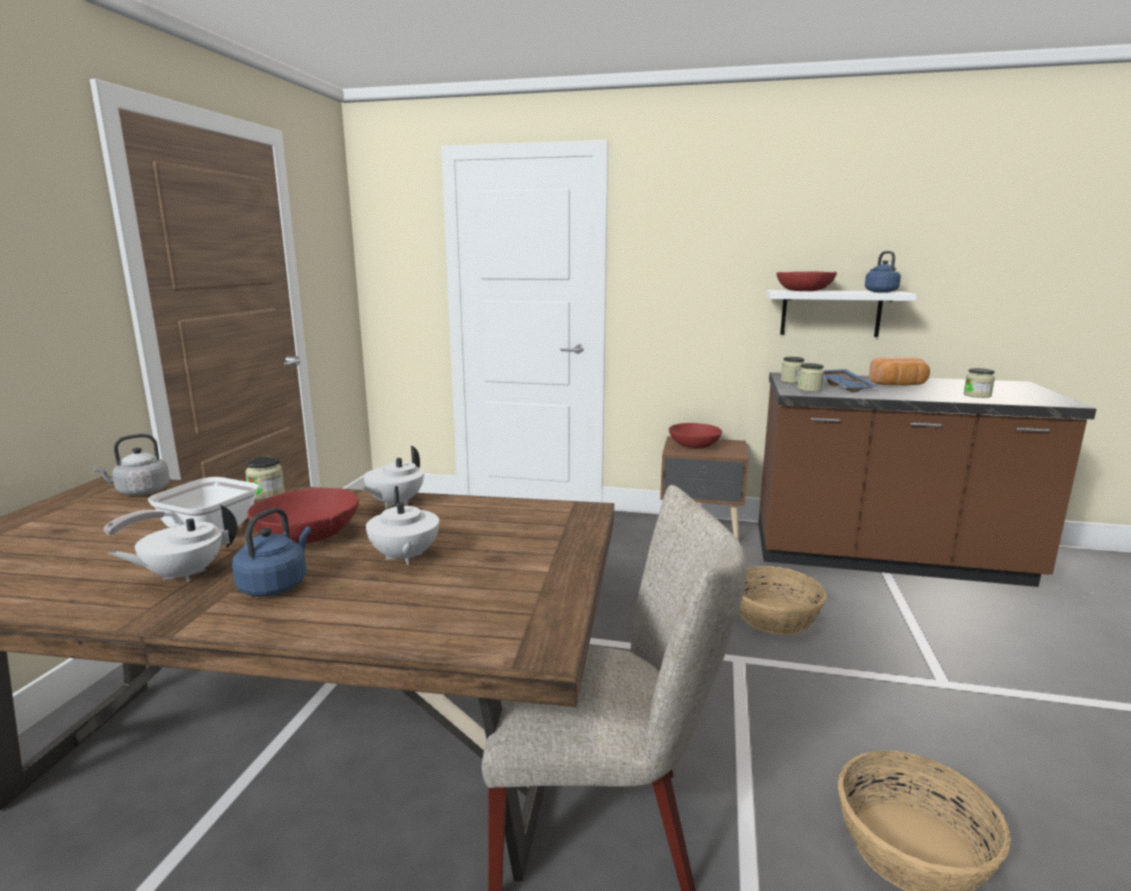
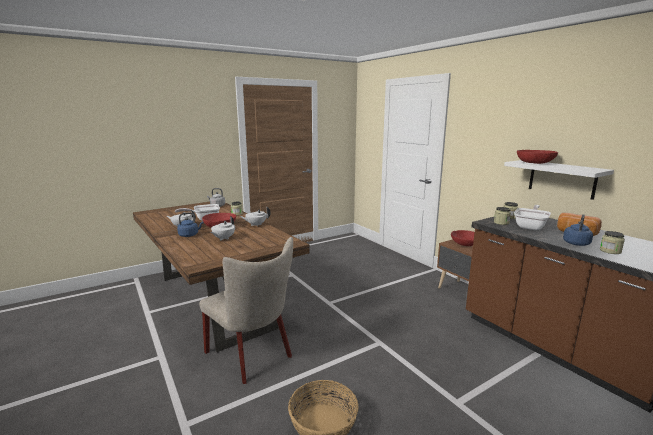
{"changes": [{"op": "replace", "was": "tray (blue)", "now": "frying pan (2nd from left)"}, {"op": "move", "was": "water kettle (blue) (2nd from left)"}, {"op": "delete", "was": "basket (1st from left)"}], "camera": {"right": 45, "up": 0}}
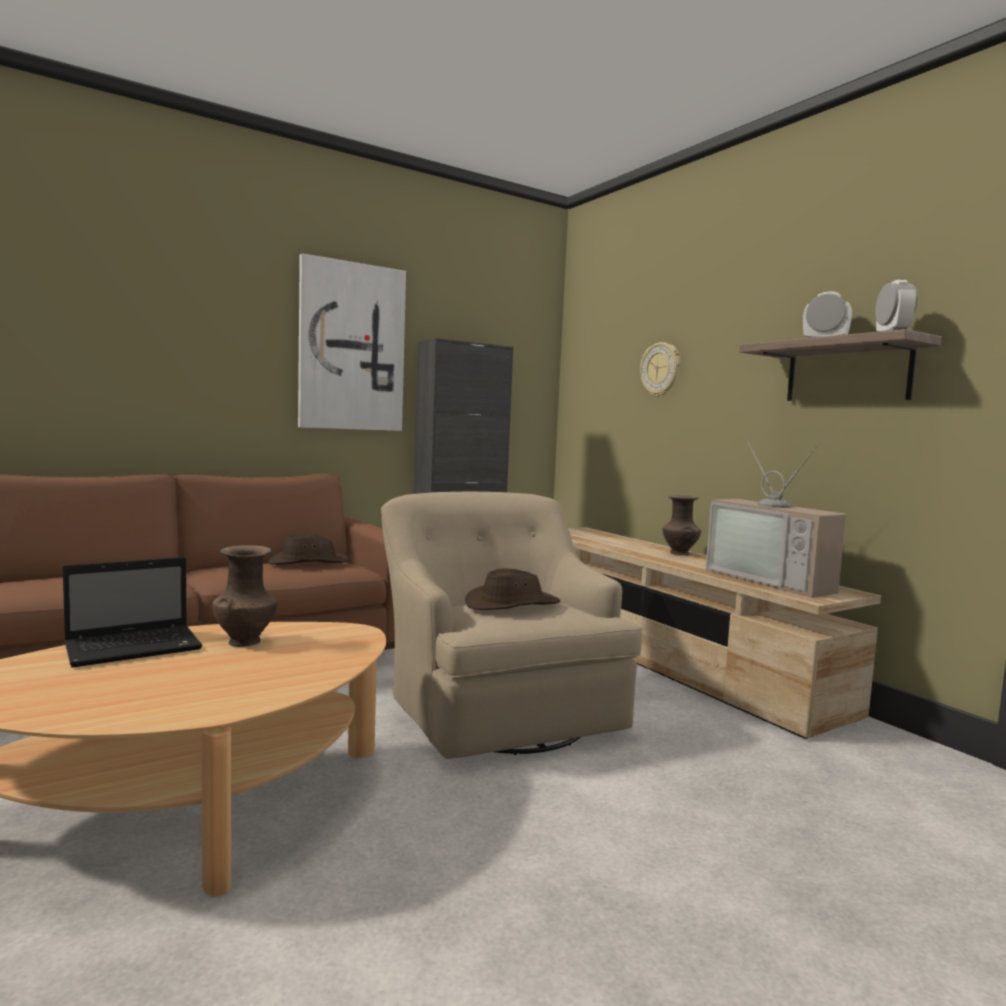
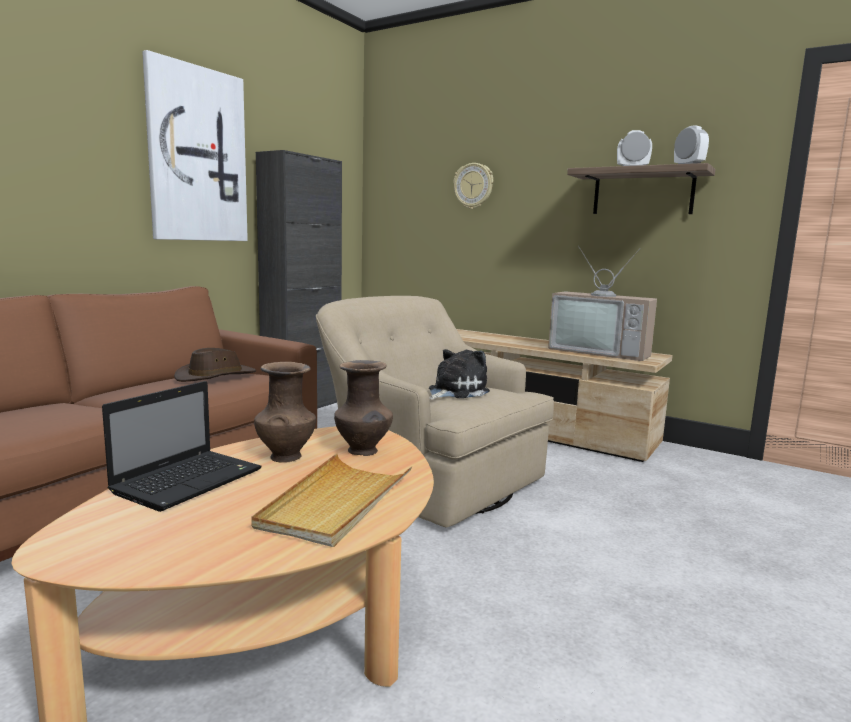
{"changes": [{"op": "insert", "now": "tray (beige-coloured)"}, {"op": "move", "was": "flower vase (brownish) (2nd from left)"}, {"op": "replace", "was": "wearable hat (brownish) (2nd from left)", "now": "plush toy"}], "camera": {"right": -25, "up": 5}}
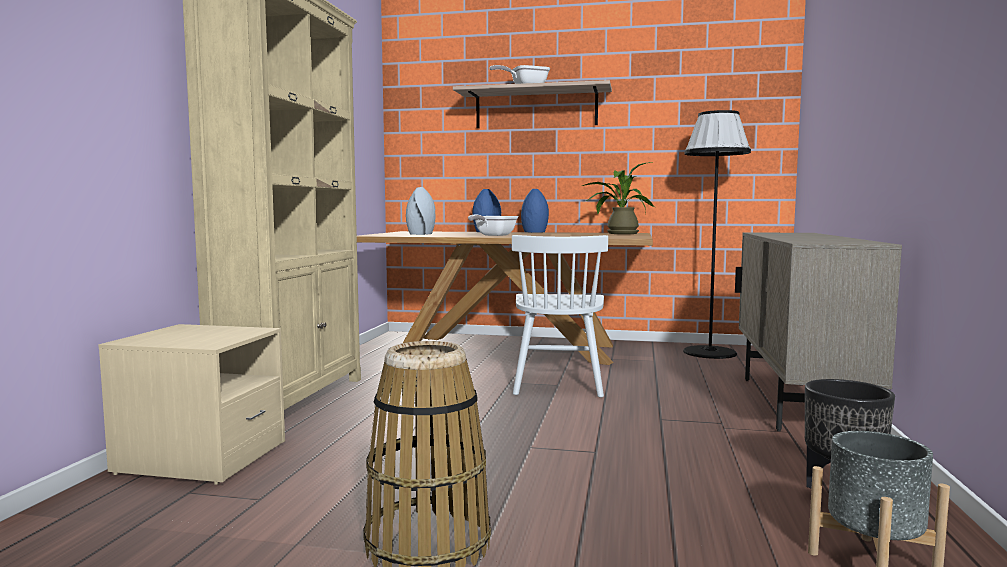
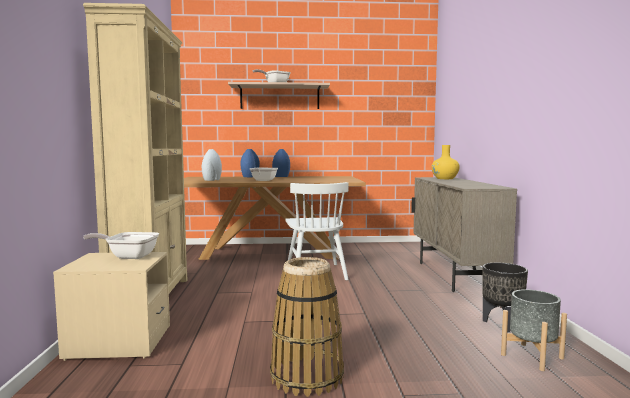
{"changes": [{"op": "insert", "now": "frying pan (1st from left)"}, {"op": "insert", "now": "flower vase (yellow-coloured)"}, {"op": "delete", "was": "houseplant"}, {"op": "delete", "was": "standing lamp (black-coloured)"}], "camera": {"right": -15, "up": 0}}
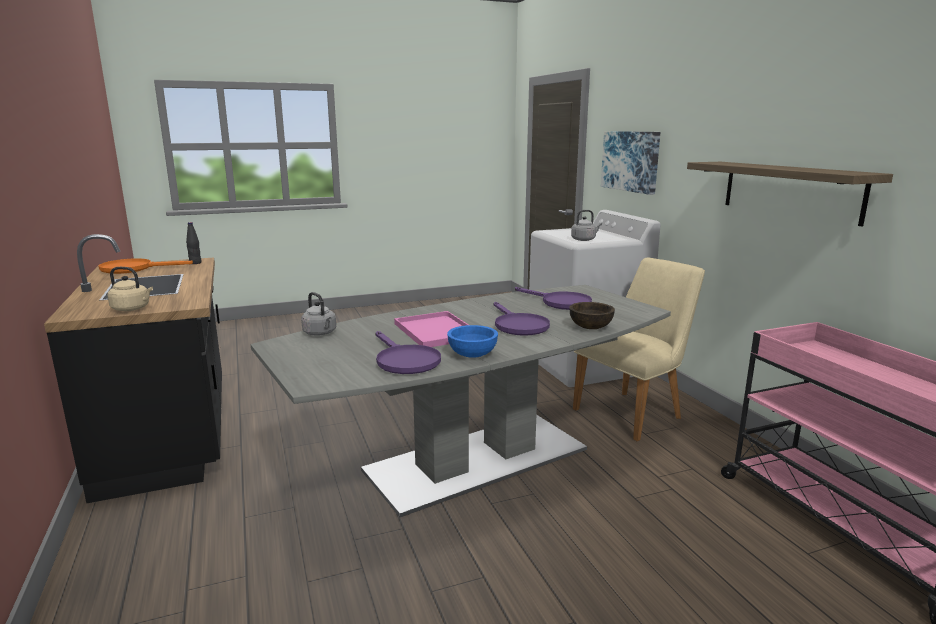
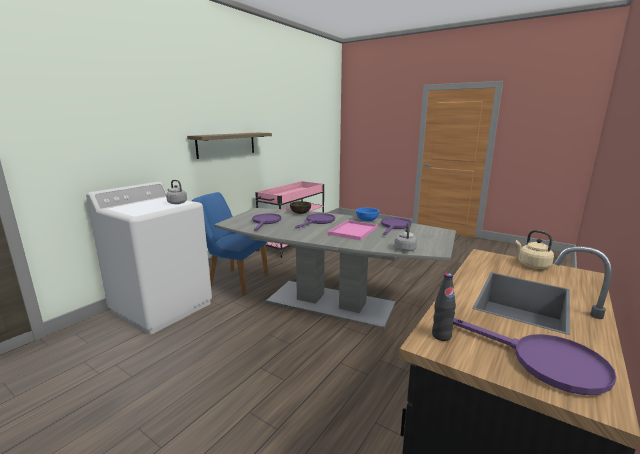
{"changes": [{"op": "recolor", "was": "plain chair (beige-coloured)", "now": "plain chair (blue)"}, {"op": "recolor", "was": "frying pan (orangey)", "now": "frying pan (purplish) (4th from left)"}, {"op": "delete", "was": "wall art"}], "camera": {"right": -125, "up": 0}}
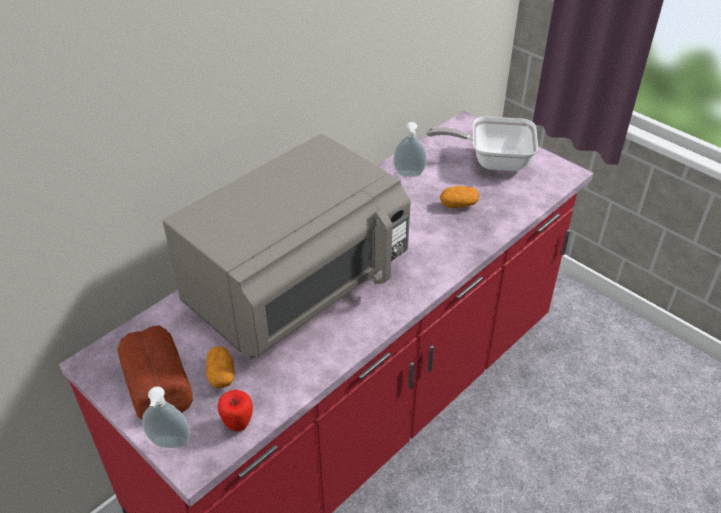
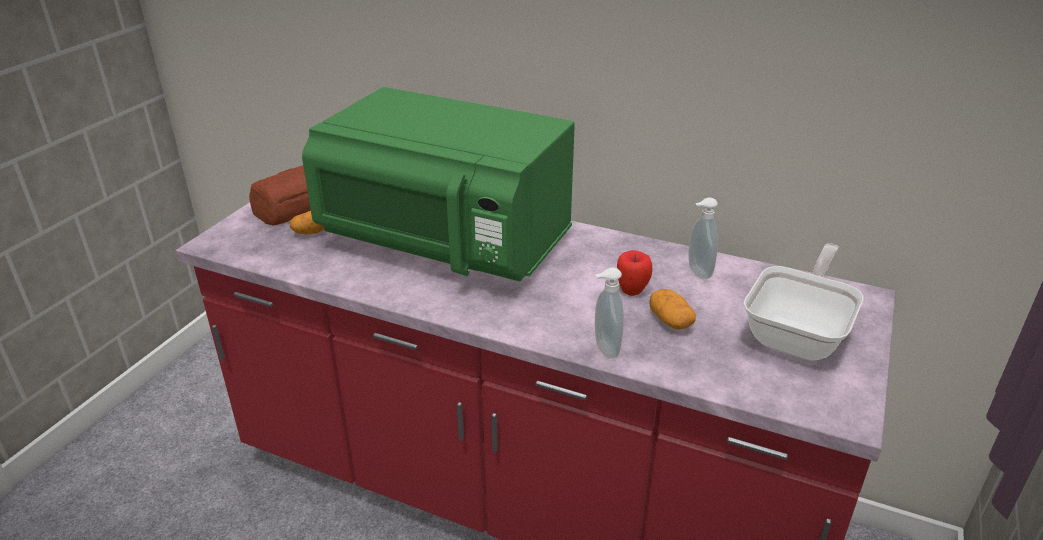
{"changes": [{"op": "recolor", "was": "kitchen microwave (greyish)", "now": "kitchen microwave (green-coloured)"}, {"op": "move", "was": "liquid soap bottle (1st from left)"}, {"op": "move", "was": "whole apple"}, {"op": "rotate", "was": "frying pan", "clockwise": 45}], "camera": {"right": 70, "up": -10}}
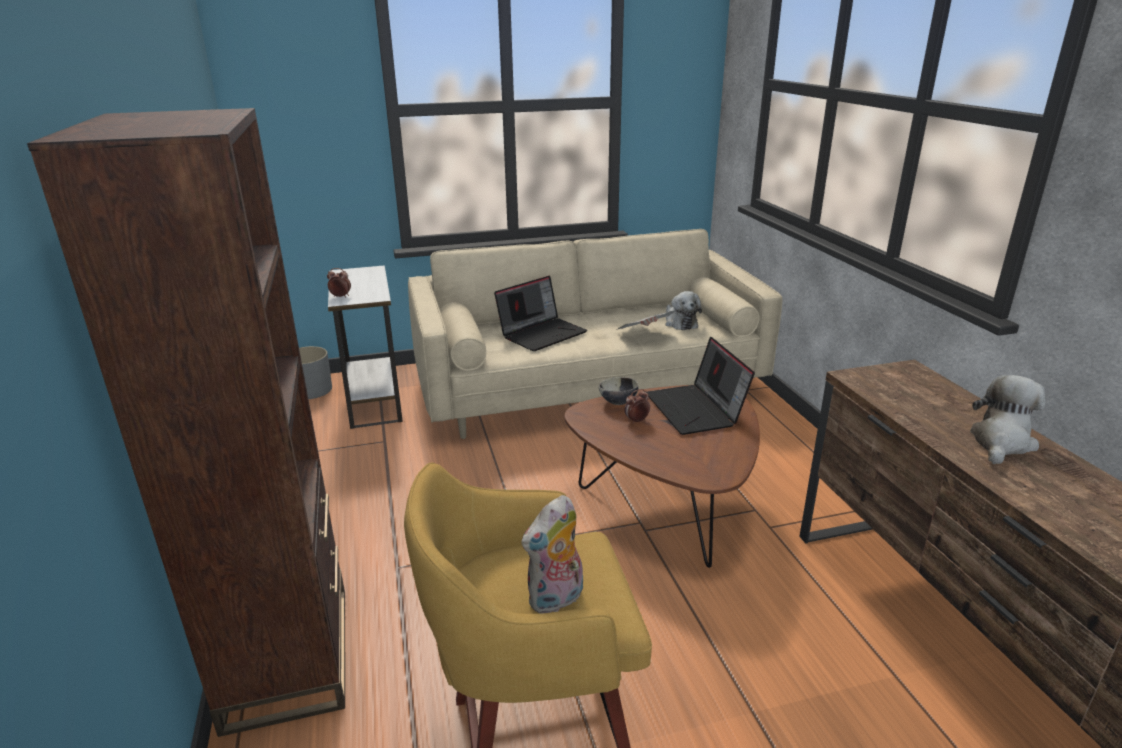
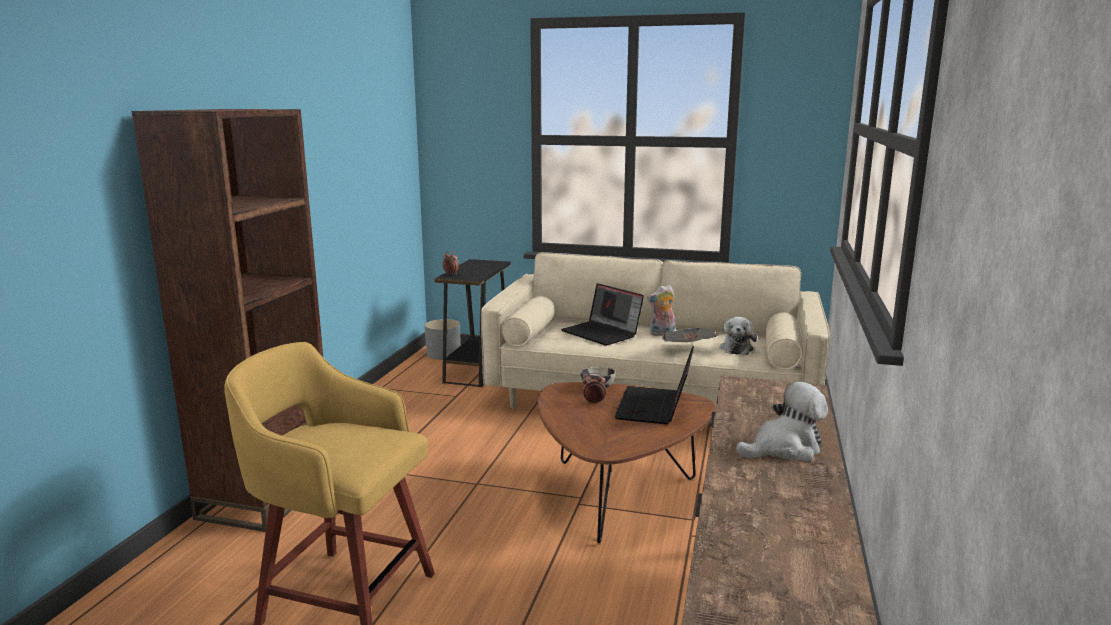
{"changes": [{"op": "recolor", "was": "accent table (white)", "now": "accent table (black-coloured)"}, {"op": "rotate", "was": "portable computer (1st from left)", "clockwise": 60}, {"op": "move", "was": "plush toy (1st from left)"}], "camera": {"right": 30, "up": -10}}
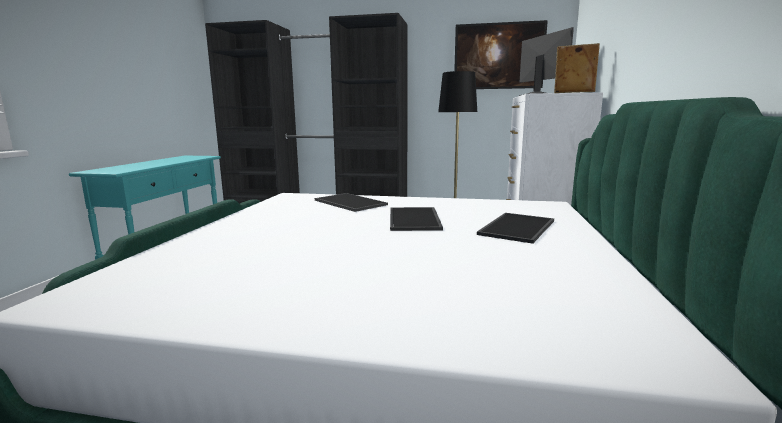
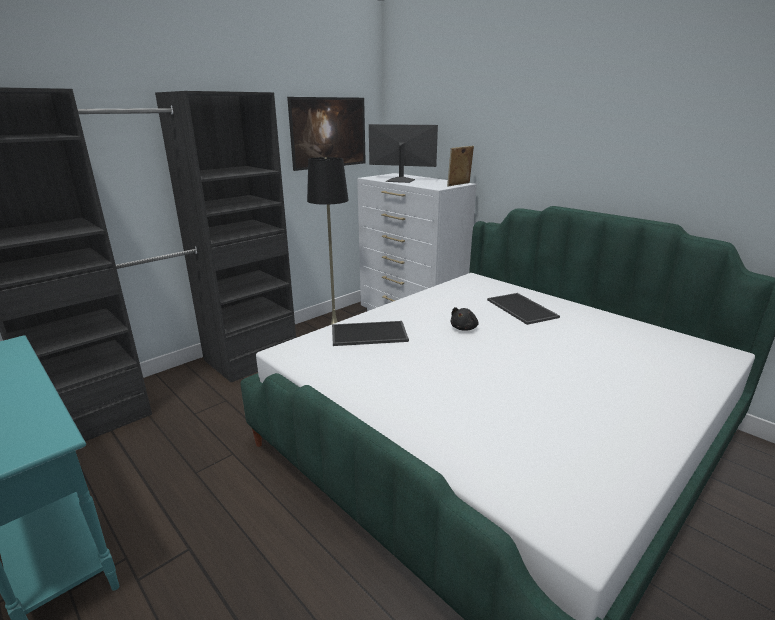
{"changes": [{"op": "replace", "was": "tray (2nd from left)", "now": "plush toy (black-coloured)"}], "camera": {"right": -55, "up": 10}}
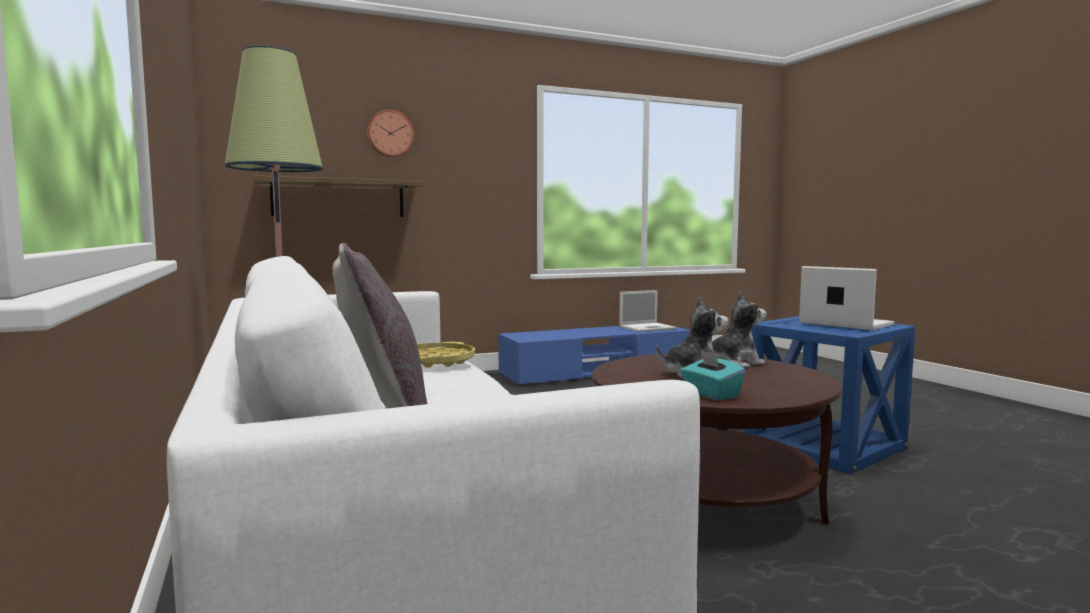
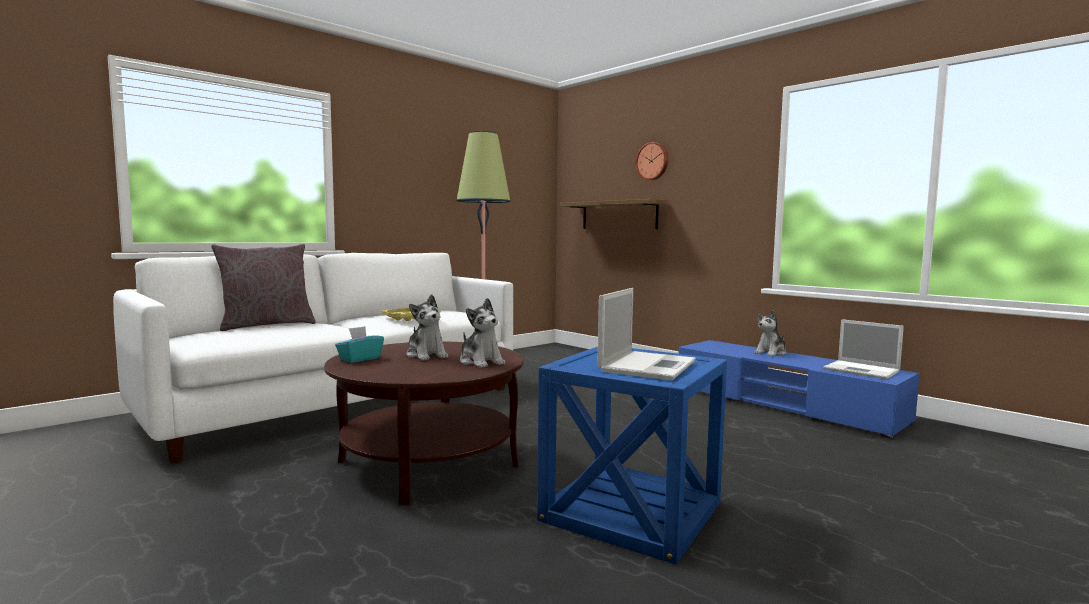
{"changes": [{"op": "insert", "now": "plush toy (3rd from left)"}], "camera": {"right": 70, "up": 0}}
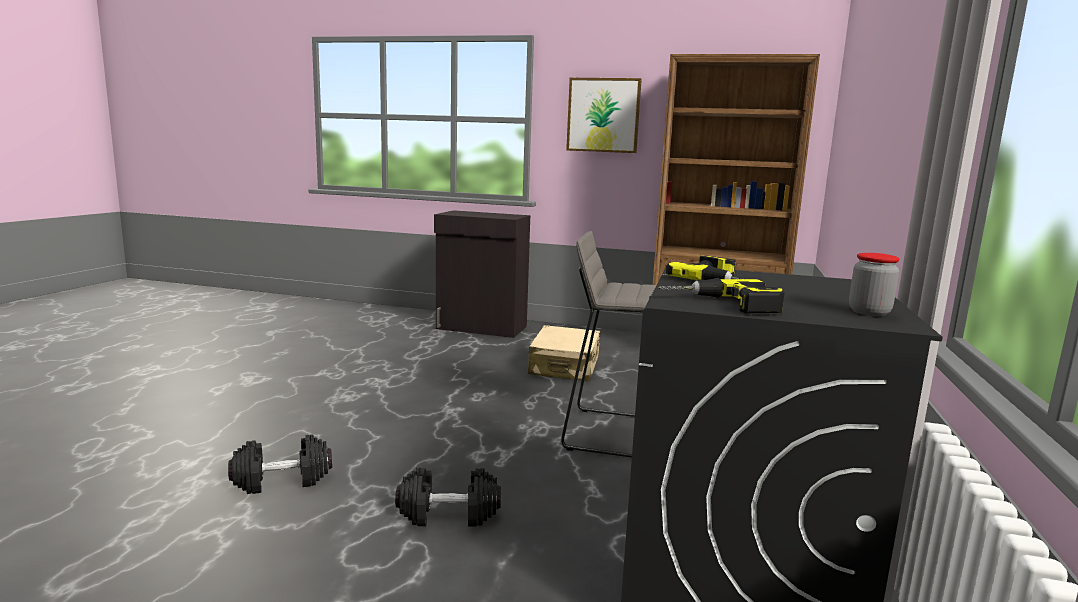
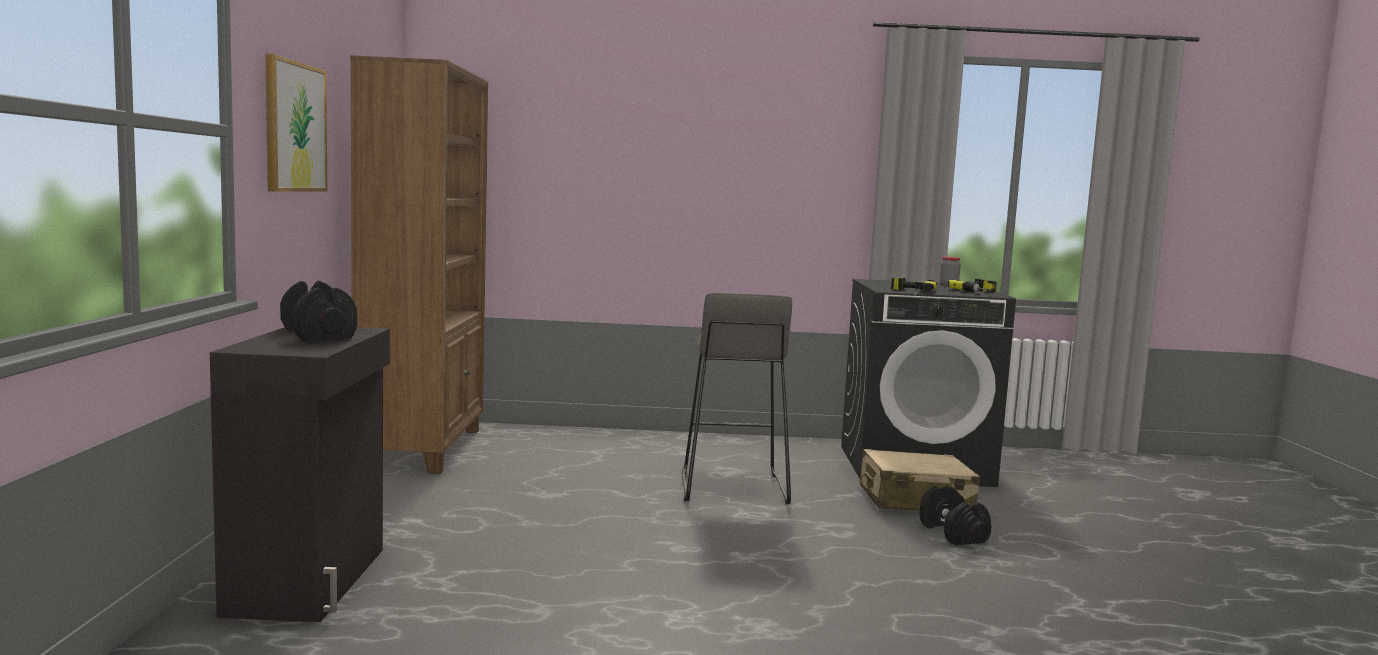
{"changes": [{"op": "move", "was": "free weight (black-coloured) (1st from left)"}, {"op": "move", "was": "travel case (beige-coloured)"}], "camera": {"right": -105, "up": -5}}
